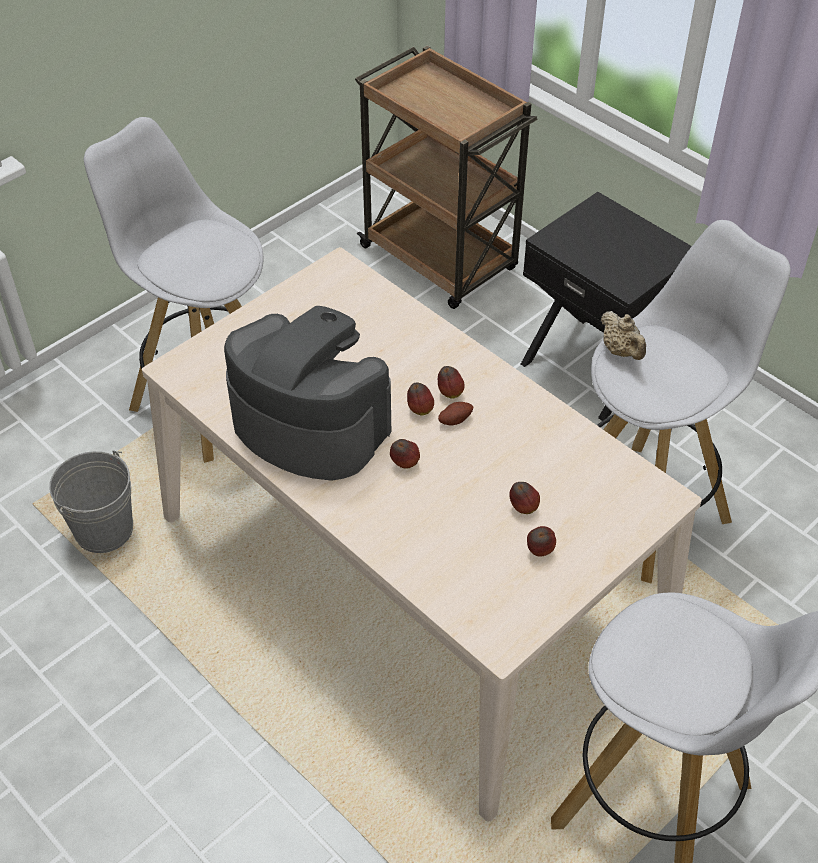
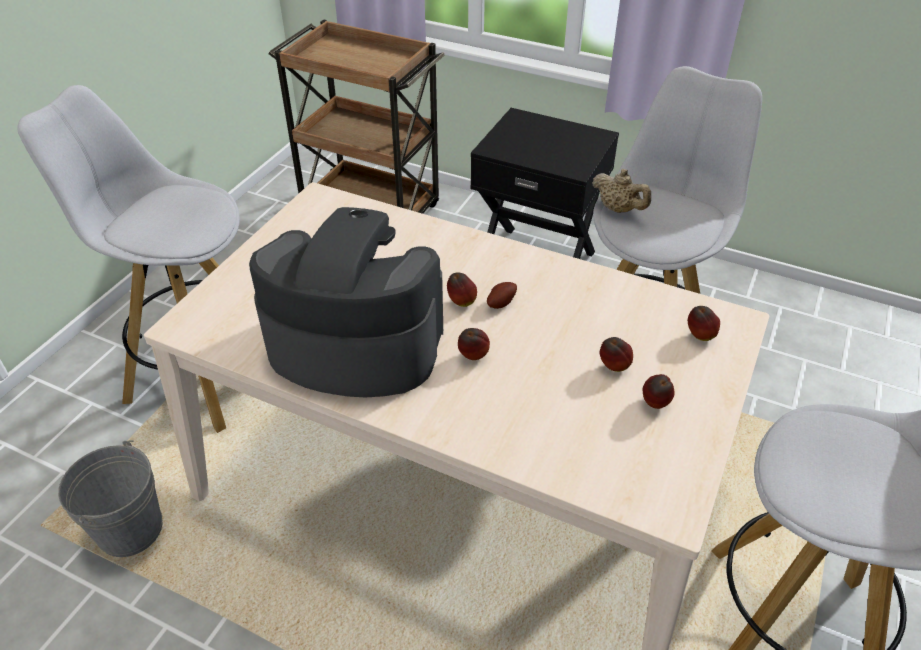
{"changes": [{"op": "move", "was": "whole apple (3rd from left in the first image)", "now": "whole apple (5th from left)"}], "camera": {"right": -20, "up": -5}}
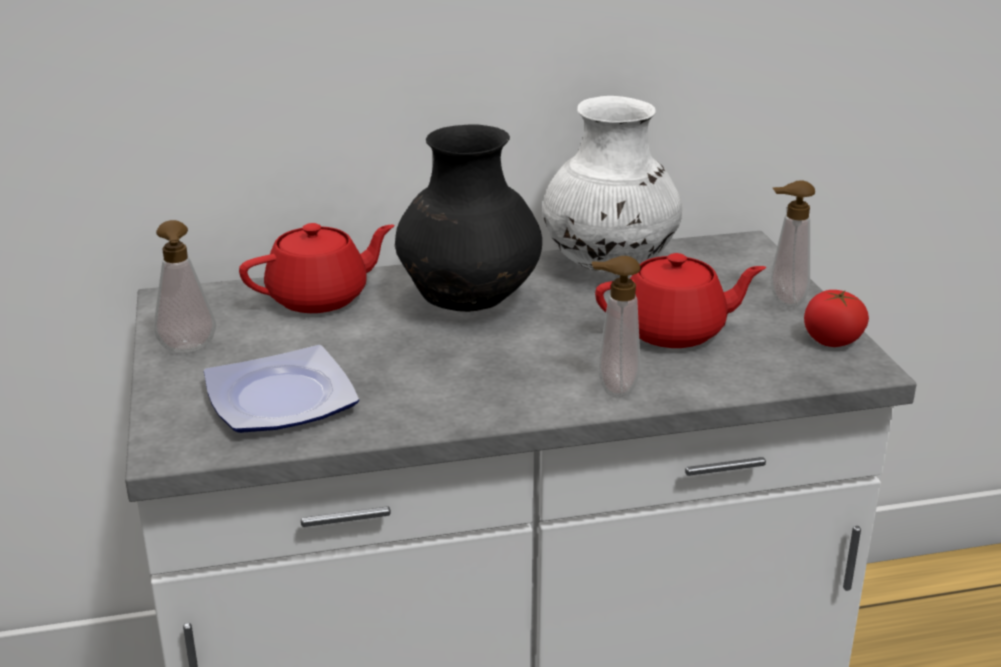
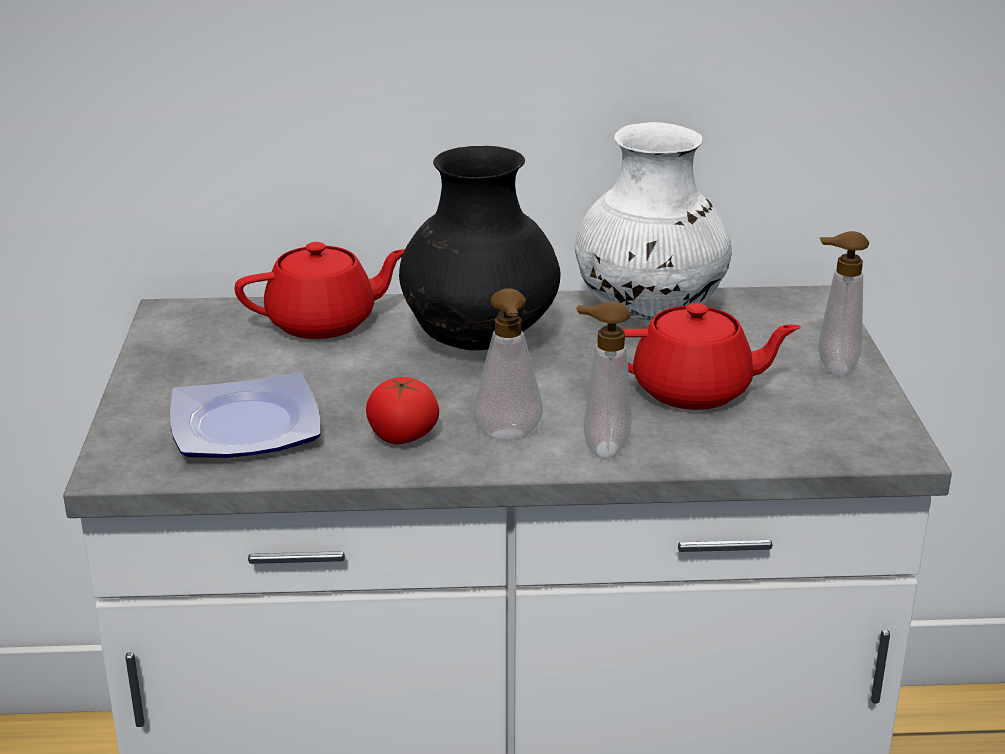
{"changes": [{"op": "move", "was": "whole tomato"}, {"op": "move", "was": "liquid soap bottle (1st from left)"}], "camera": {"right": 10, "up": 0}}
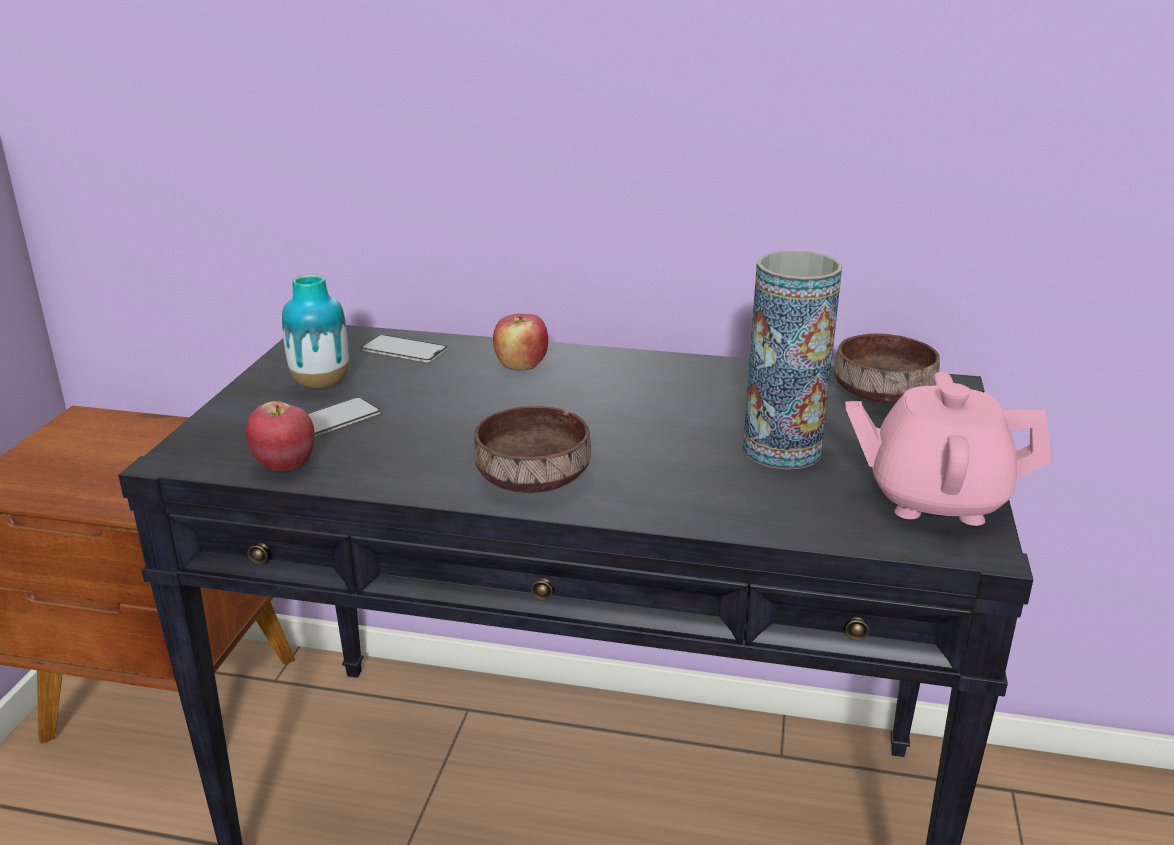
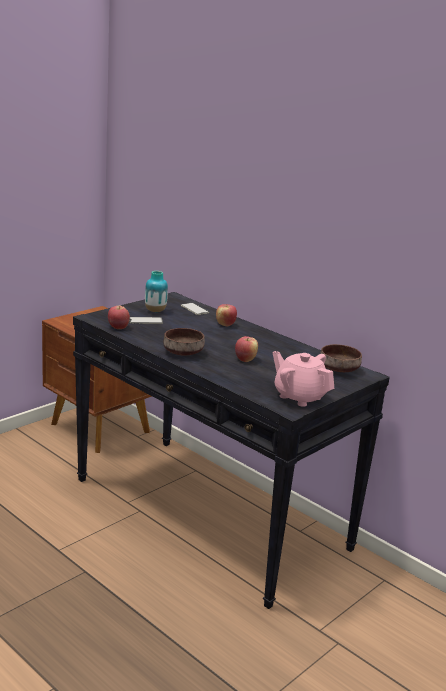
{"changes": [{"op": "insert", "now": "whole apple (3rd from left)"}, {"op": "delete", "was": "flower vase (2nd from left)"}], "camera": {"right": 30, "up": -5}}
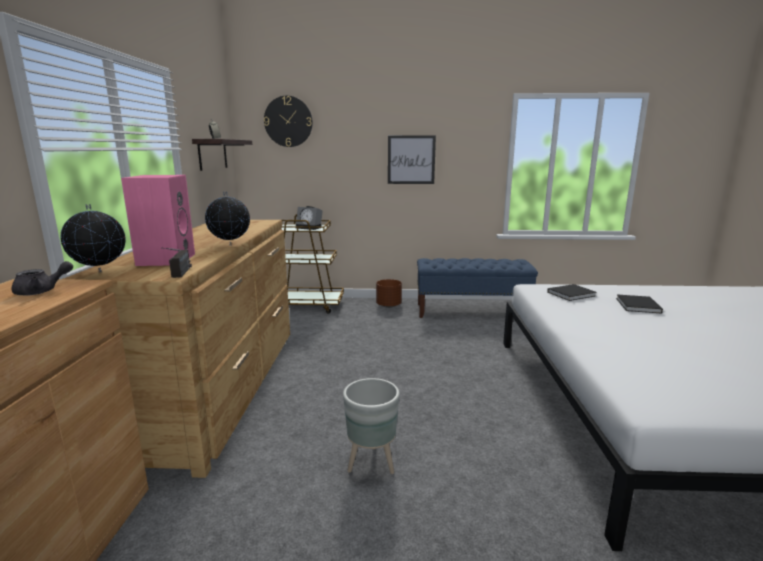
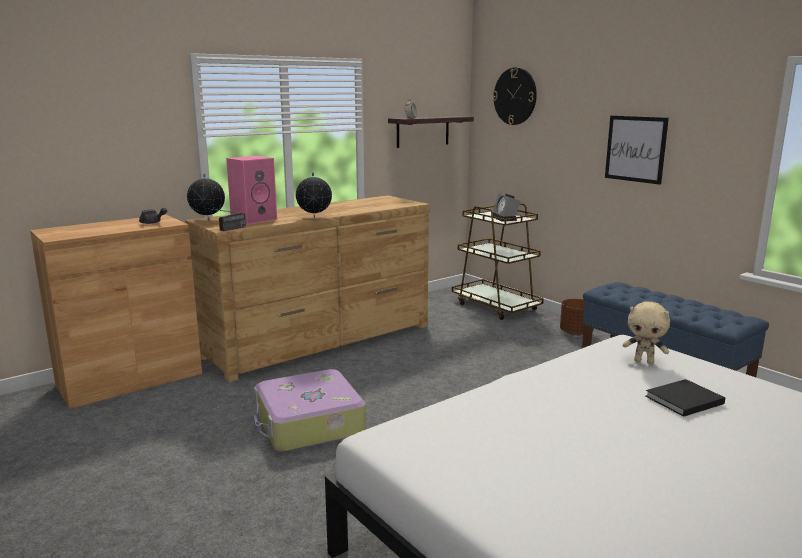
{"changes": [{"op": "replace", "was": "flower pot (greyish)", "now": "travel case"}, {"op": "replace", "was": "book (black-coloured) (1st from left)", "now": "plush toy (beige-coloured)"}], "camera": {"right": 50, "up": 0}}
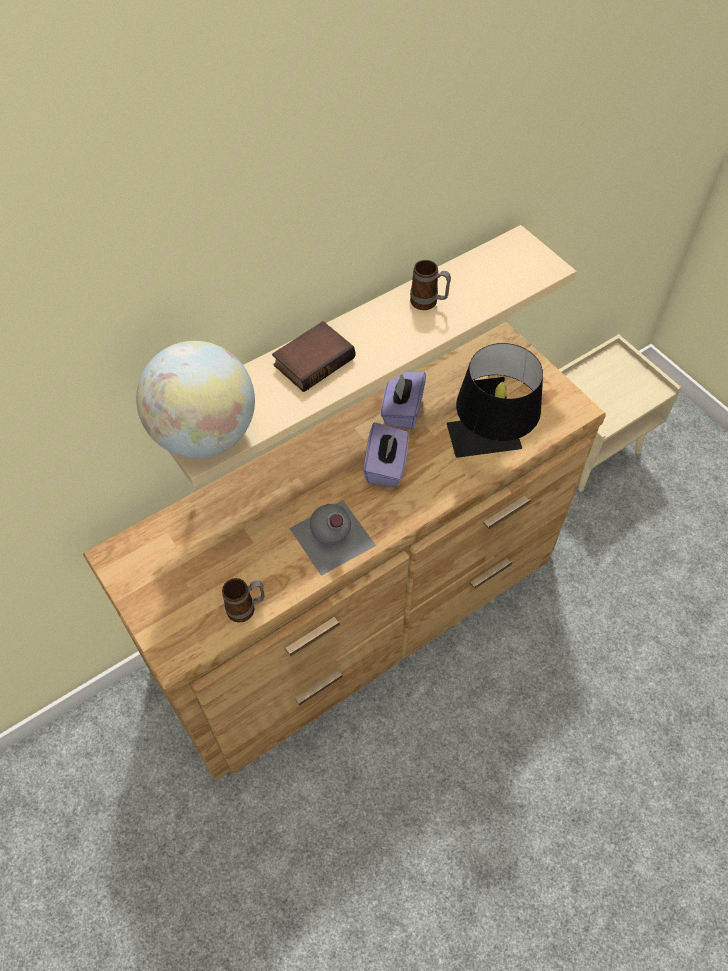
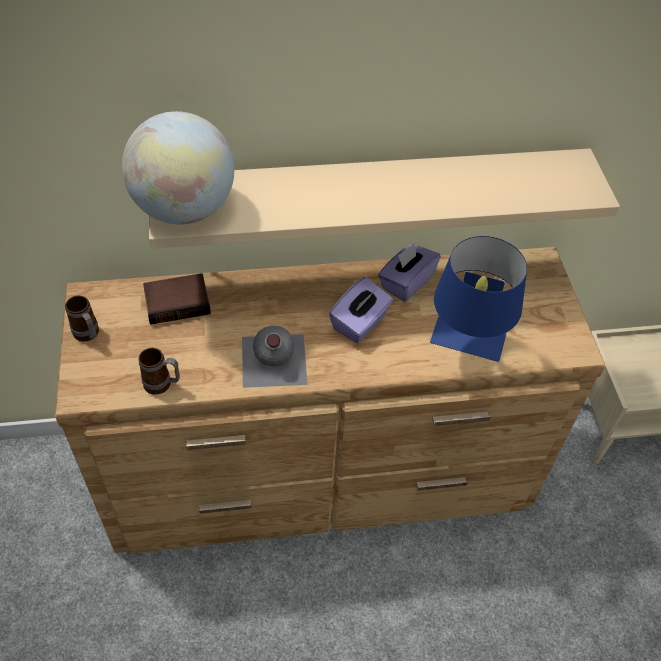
{"changes": [{"op": "move", "was": "coffee mug (2nd from left in the first image)", "now": "coffee mug (1st from left)"}, {"op": "move", "was": "book"}, {"op": "recolor", "was": "lamp for a table (black-coloured)", "now": "lamp for a table (blue)"}], "camera": {"right": 25, "up": -5}}
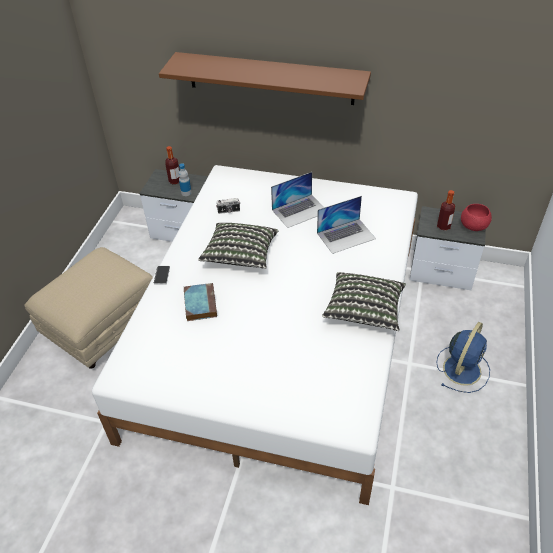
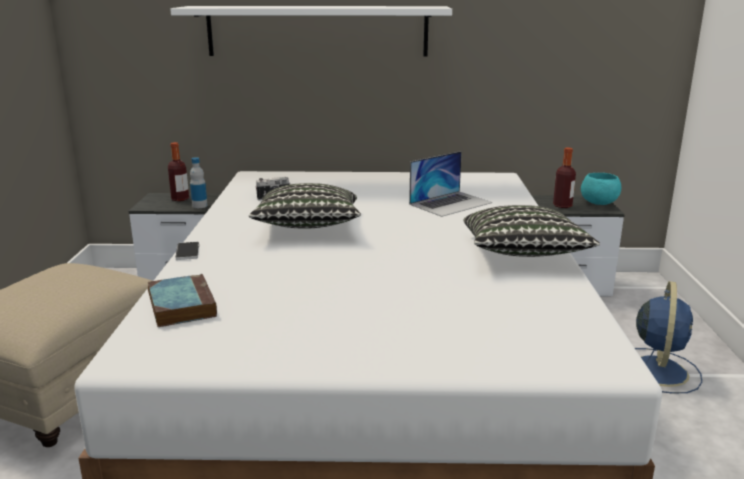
{"changes": [{"op": "move", "was": "book"}, {"op": "recolor", "was": "bracket shelf (brownish)", "now": "bracket shelf (white)"}, {"op": "recolor", "was": "bowl (reddish)", "now": "bowl (turquoise-coloured)"}, {"op": "delete", "was": "portable computer (1st from left)"}], "camera": {"right": -15, "up": -25}}
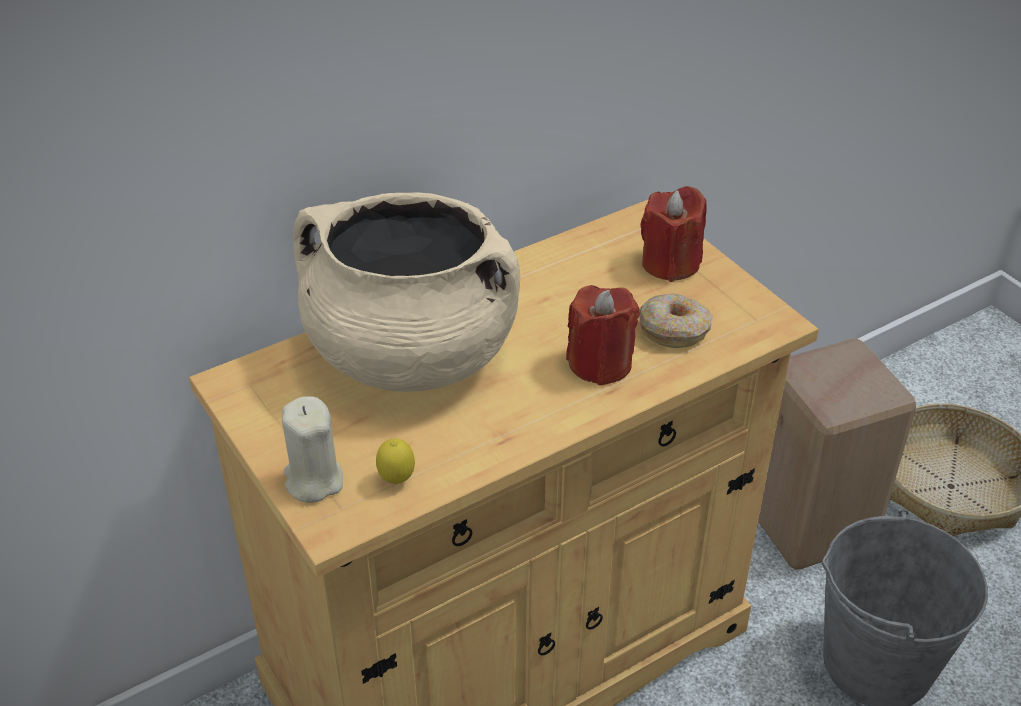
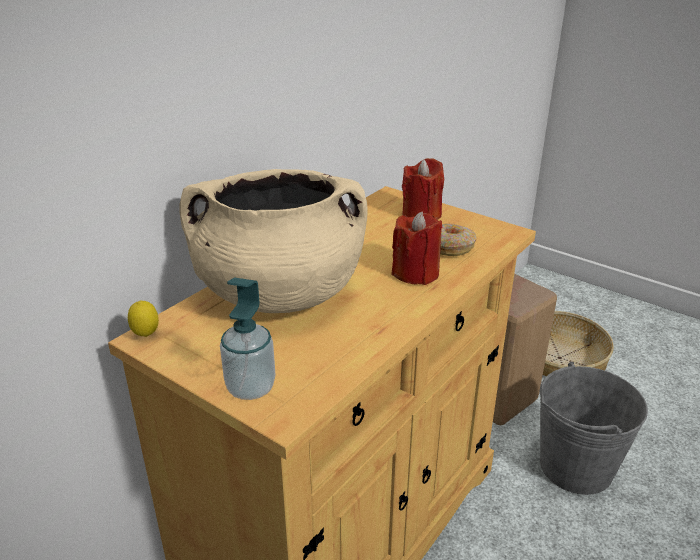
{"changes": [{"op": "move", "was": "citrus fruit"}, {"op": "replace", "was": "candle (beige-coloured)", "now": "liquid soap bottle"}], "camera": {"right": -20, "up": -10}}
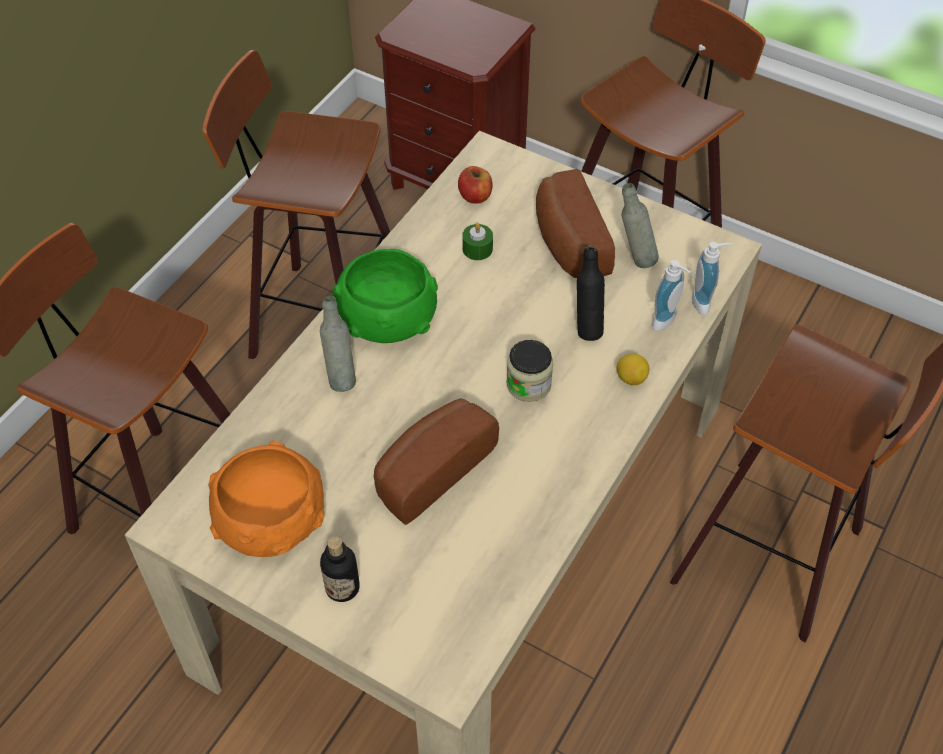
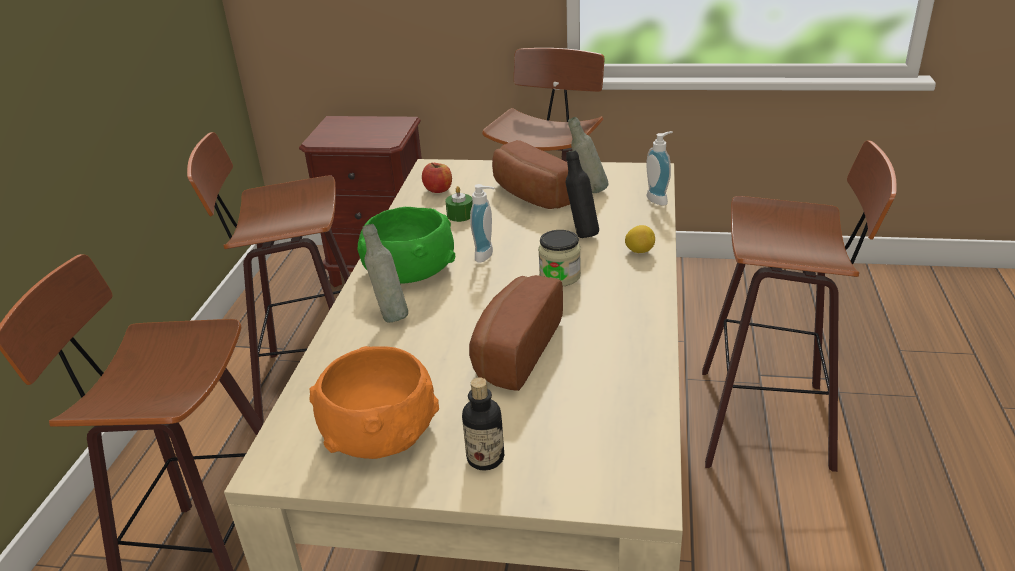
{"changes": [{"op": "move", "was": "liquid soap bottle (1st from left)"}], "camera": {"right": -20, "up": -20}}
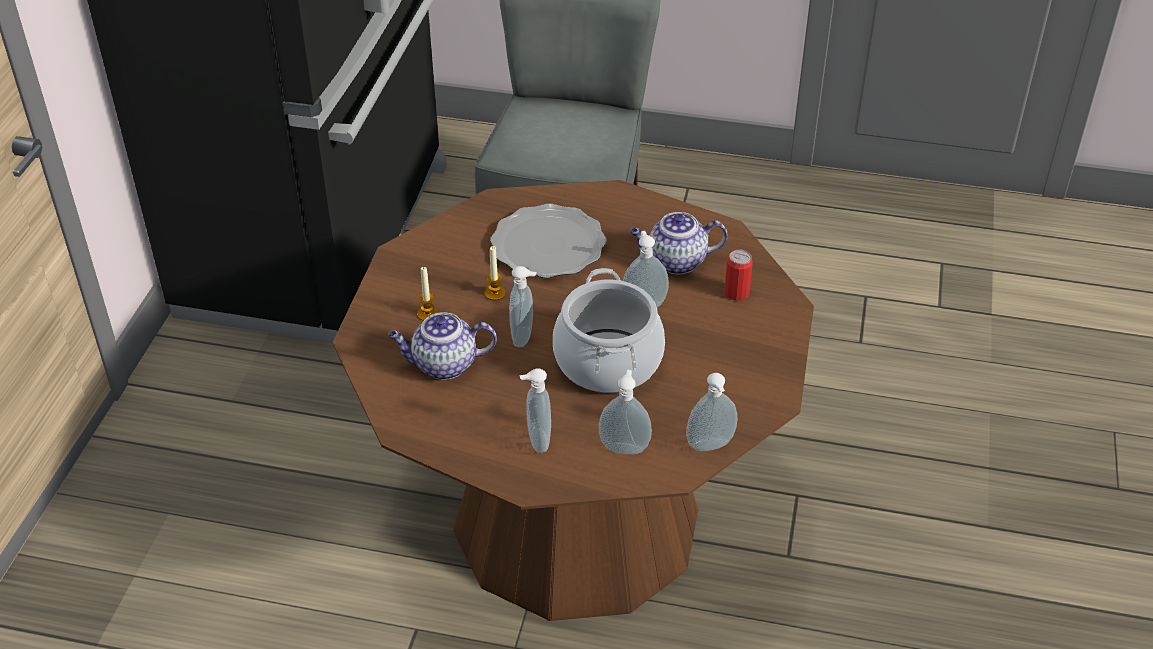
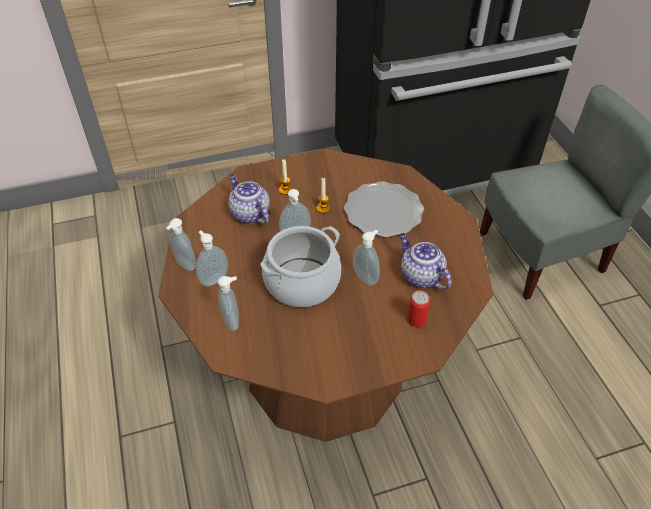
{"changes": [{"op": "move", "was": "liquid soap bottle (5th from left in the first image)", "now": "liquid soap bottle (1st from left)"}], "camera": {"right": 60, "up": 5}}
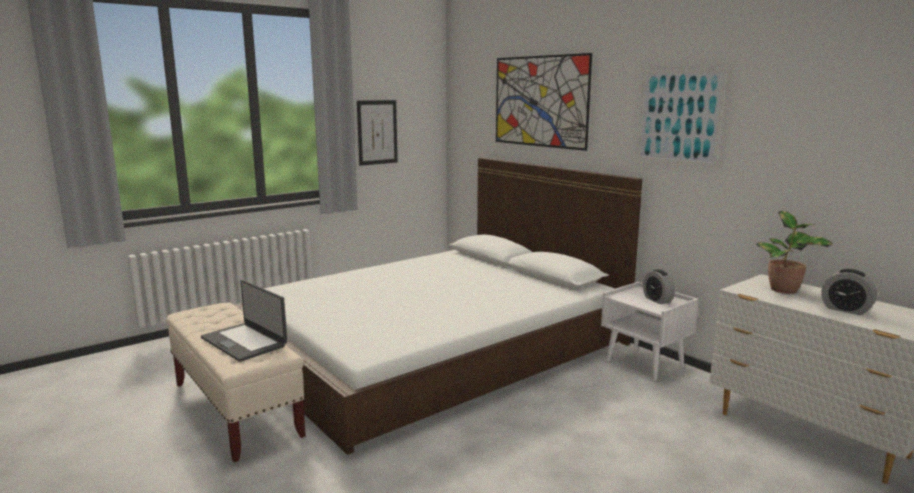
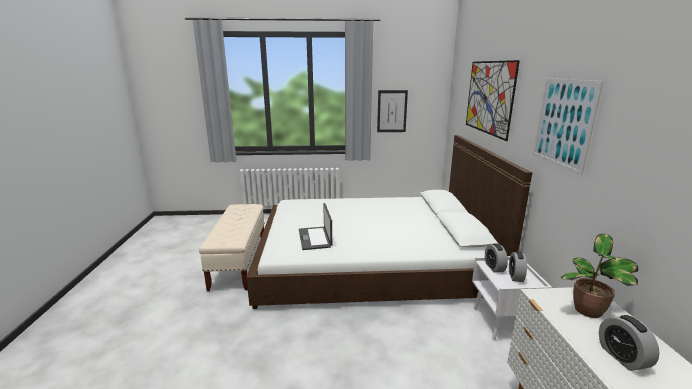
{"changes": [{"op": "move", "was": "portable computer"}, {"op": "insert", "now": "bedside clock (1st from left)"}], "camera": {"right": 35, "up": 5}}
